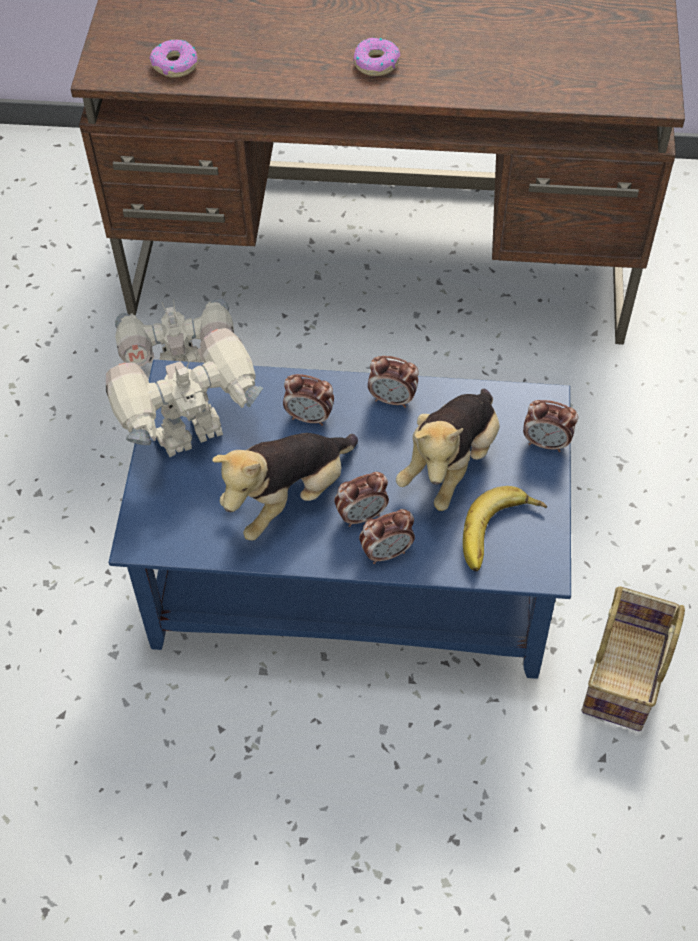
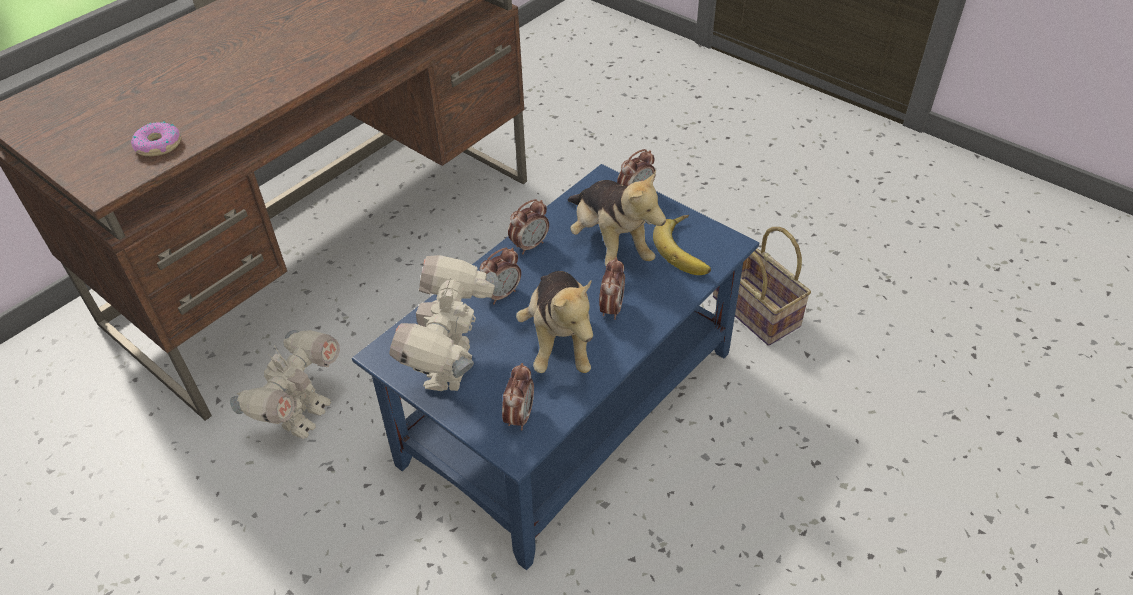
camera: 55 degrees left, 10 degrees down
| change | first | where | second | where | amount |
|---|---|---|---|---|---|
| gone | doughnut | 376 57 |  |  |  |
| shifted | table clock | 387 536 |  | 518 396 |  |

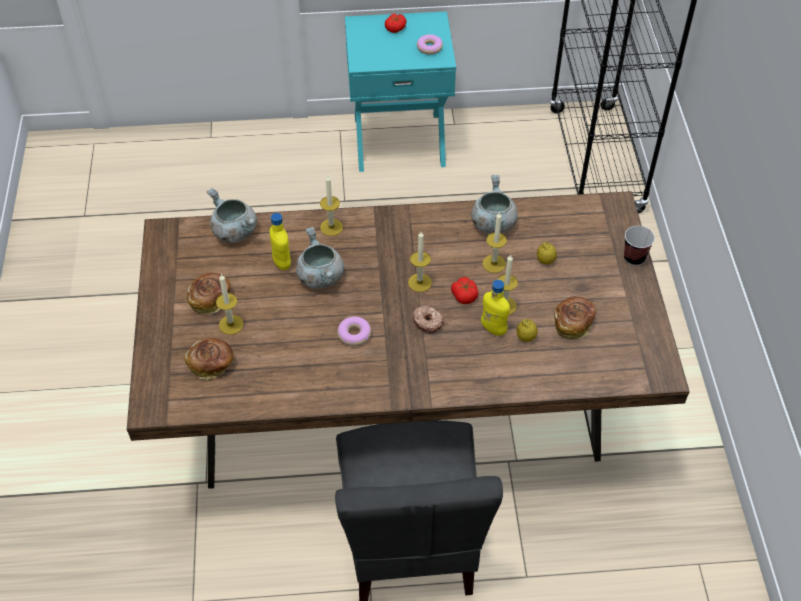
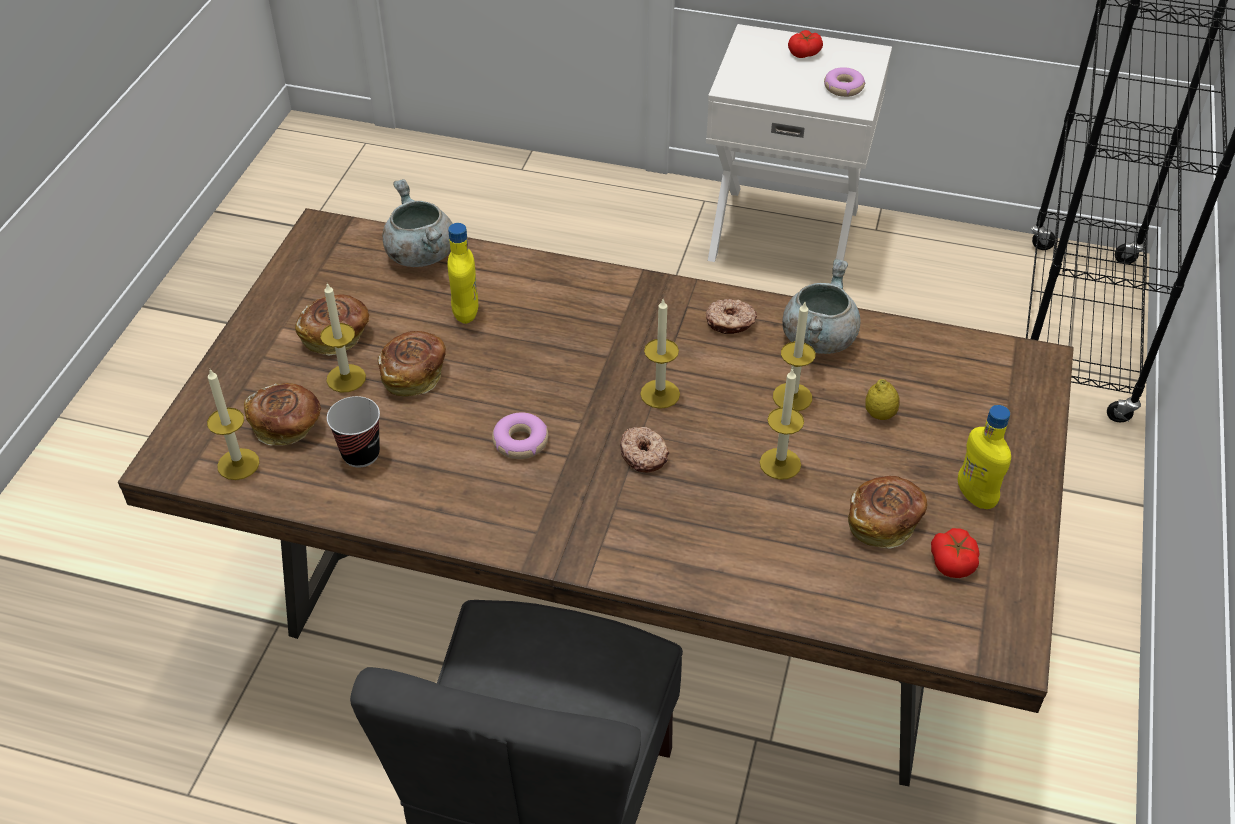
camera: 20 degrees right, 5 degrees down
| change | first | where | second | where | amount |
|---|---|---|---|---|---|
| gone | stockpot/greyish | 320 258 |  |  |  |
| gone | citrus fruit | 527 330 |  |  |  |
| new |  |  | baked bread | 412 364 |  |
| new |  |  | doughnut | 731 316 |  |
| shifted | candle | 331 205 |  | 233 424 |  |
| shifted | fresh tomato | 464 290 |  | 955 553 |  |
| shifted | bottle/yellowish | 495 308 |  | 984 457 |  |
| shifted | drinking cup | 639 246 |  | 353 432 |  |
| repainted | night table/blue-green | 400 91 | night table/whitish | 799 151 |  |

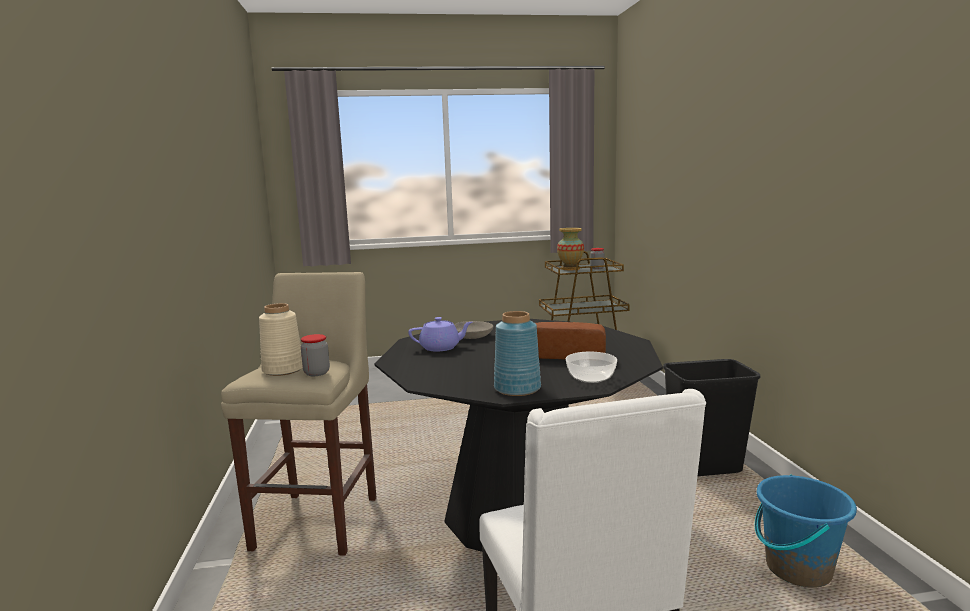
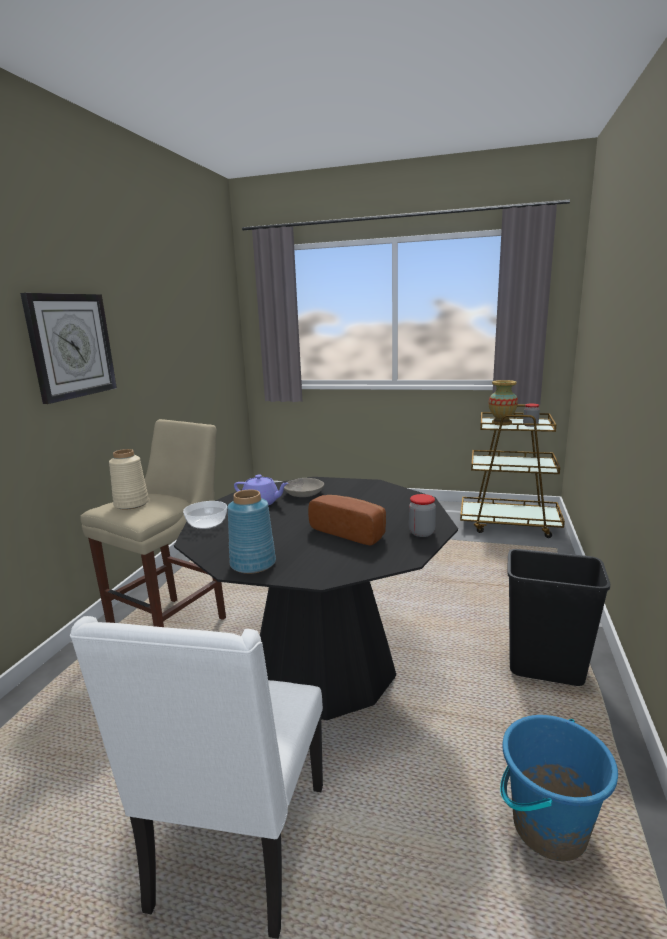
camera: 25 degrees right, 5 degrees up
| change | first | where | second | where | amount |
|---|---|---|---|---|---|
| new |  |  | clock on the wall | 68 348 |  |
| shifted | preserve jar | 315 355 |  | 422 515 |  |
| shifted | deep dish | 591 367 |  | 205 515 |  |

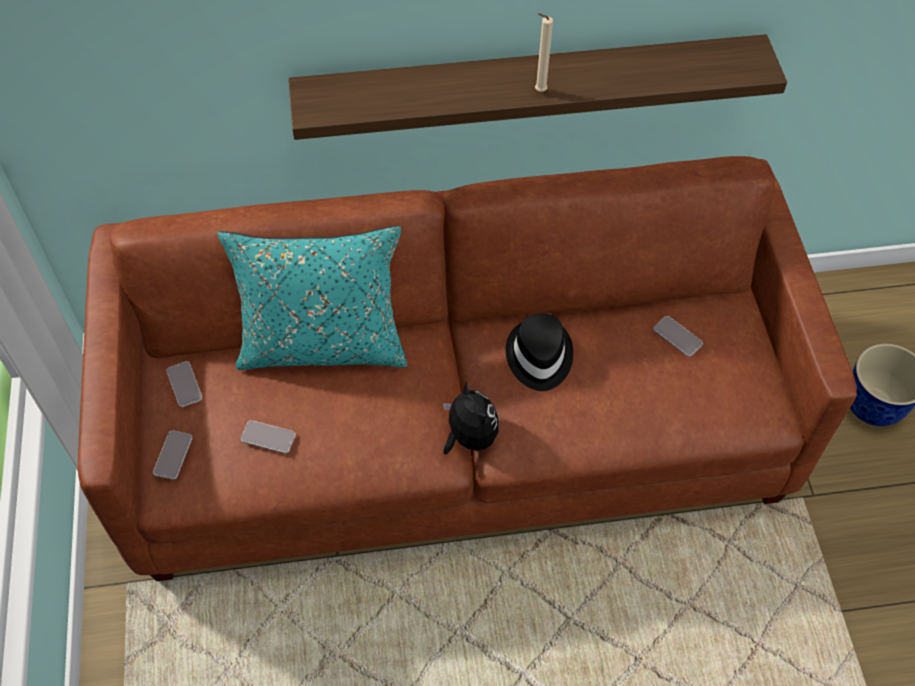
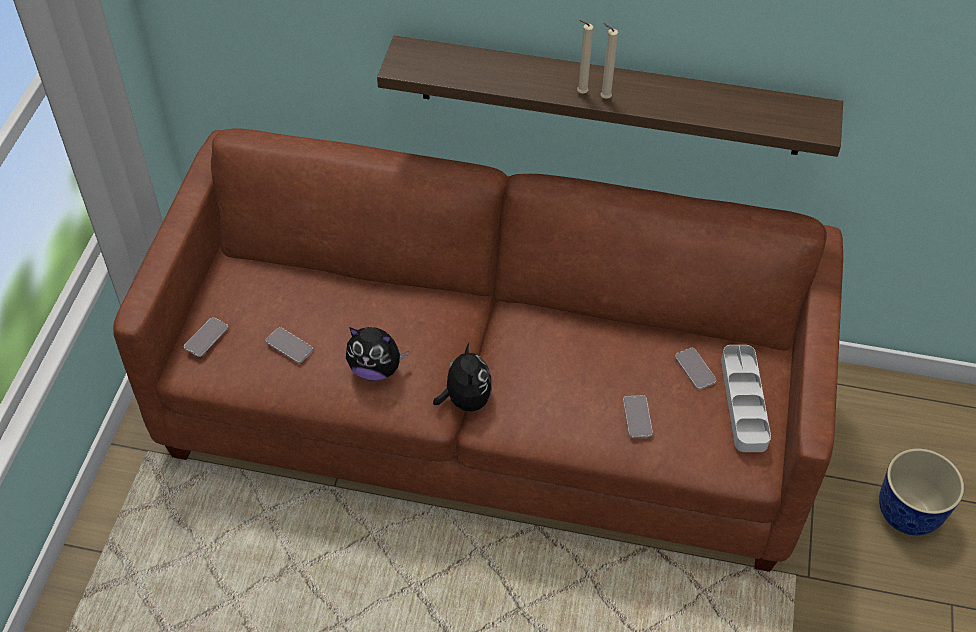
camera: 20 degrees right, 5 degrees down
| change | first | where | second | where | amount |
|---|---|---|---|---|---|
| gone | cushion/blue-green | 313 298 |  |  |  |
| gone | wearable hat/black-coloured | 539 352 |  |  |  |
| new |  |  | soft toy | 377 354 |  |
| new |  |  | candle/beige-coloured | 585 56 |  |
| new |  |  | carrying tray/greyish | 746 398 |  |
| shifted | phone | 184 384 |  | 638 416 |  |

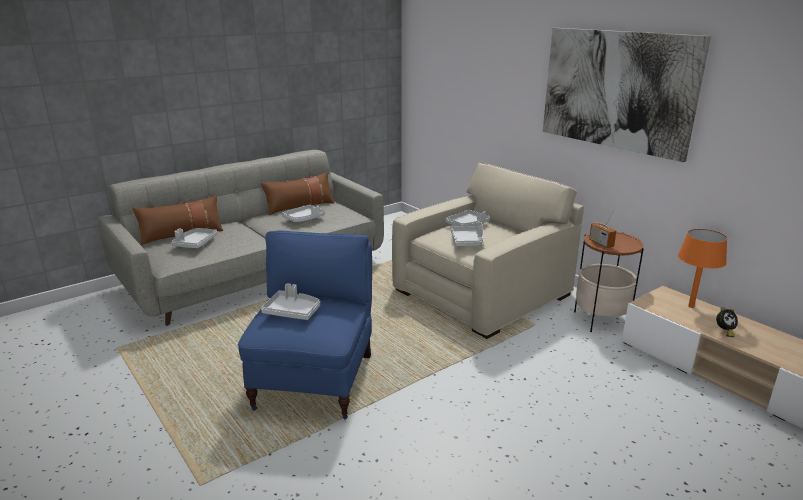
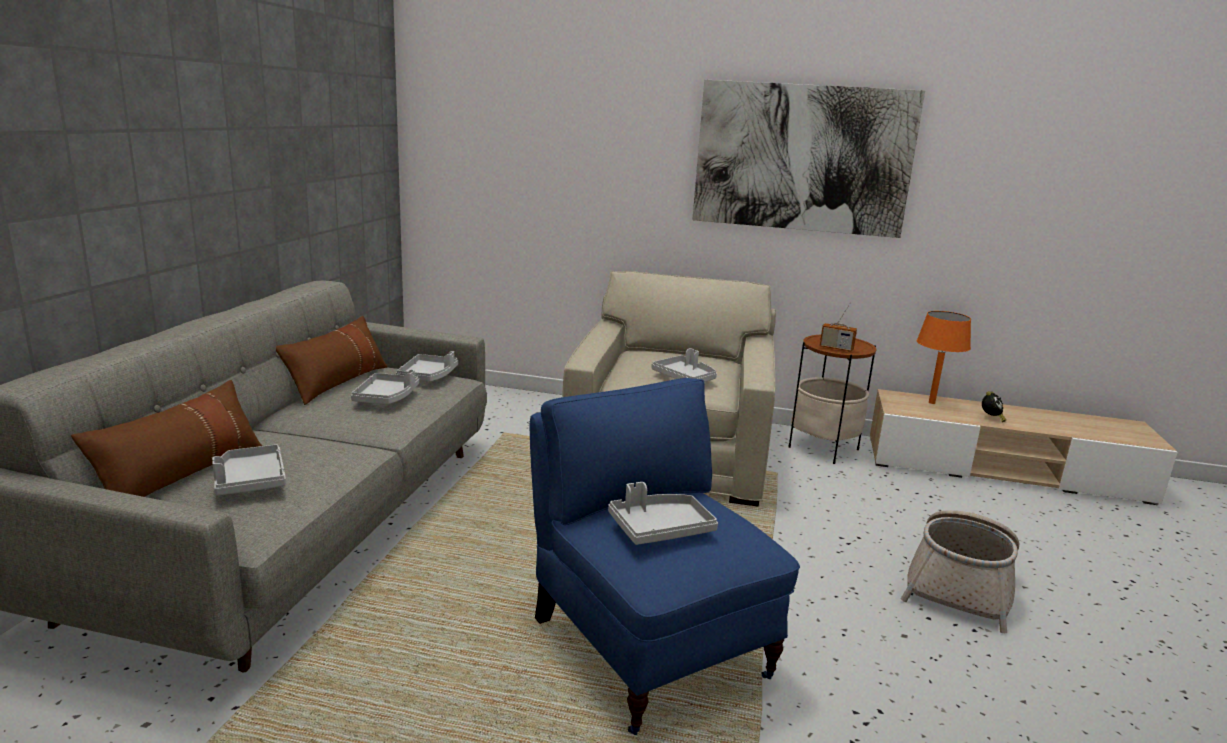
camera: 40 degrees left, 5 degrees down
| change | first | where | second | where | amount |
|---|---|---|---|---|---|
| new |  |  | basket | 960 571 |  |
| shifted | carrying tray/greyish | 467 218 |  | 427 366 |  |

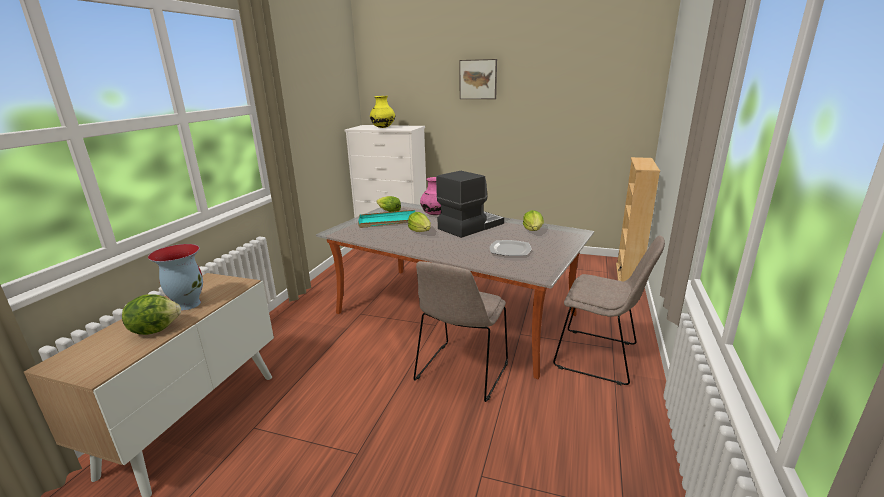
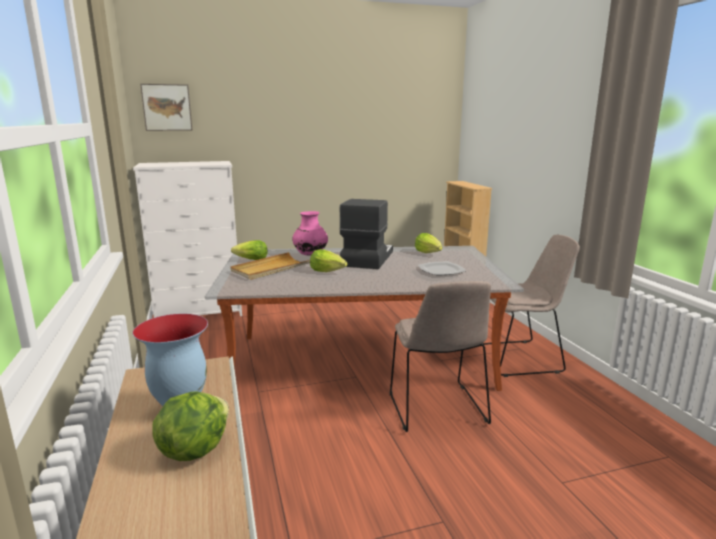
camera: 35 degrees left, 5 degrees down
| change | first | where | second | where | amount |
|---|---|---|---|---|---|
| gone | flower vase/yellowish | 382 112 |  |  |  |
| shifted | wall picture | 478 79 |  | 166 107 |  |
| repainted | carrying tray/blue-green | 386 219 | carrying tray/beige-coloured | 270 266 |  |

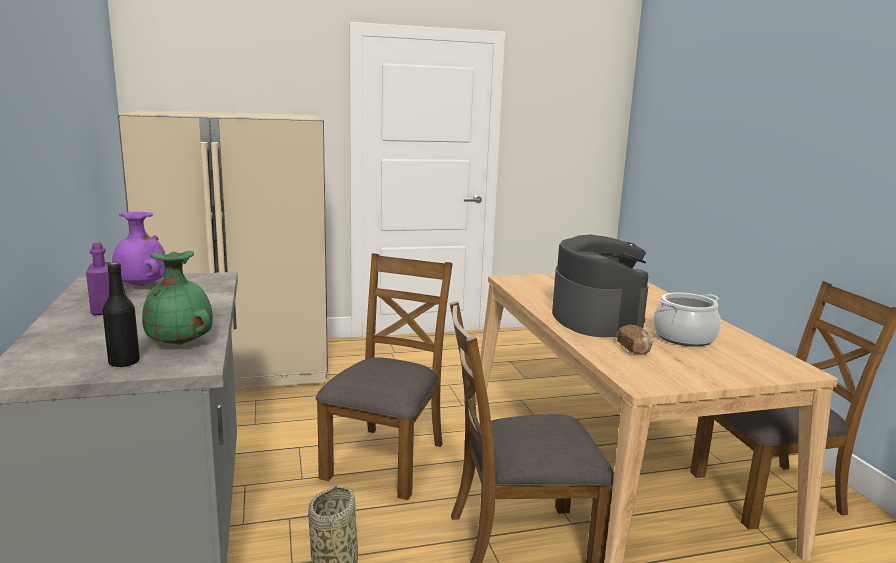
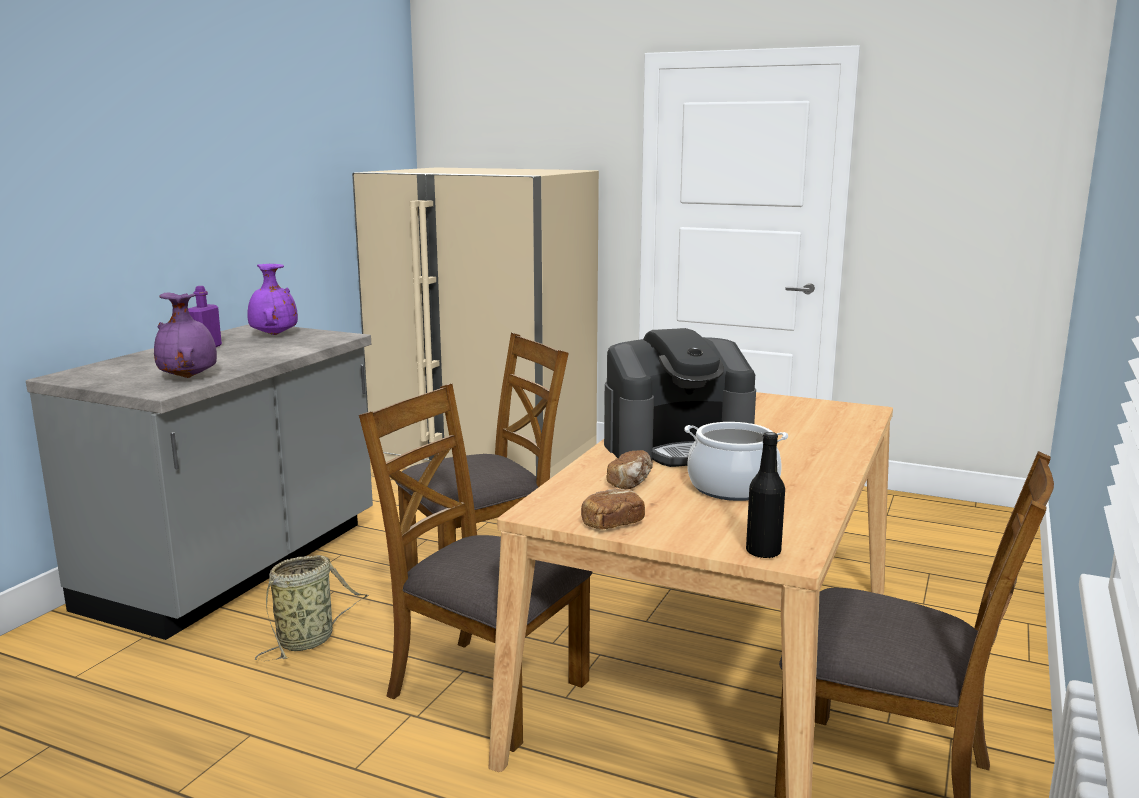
camera: 40 degrees right, 0 degrees up
| change | first | where | second | where | amount |
|---|---|---|---|---|---|
| new |  |  | baked bread | 613 509 |  |
| shifted | bottle/black-coloured | 121 315 |  | 765 495 |  |
| repainted | flower vase/green-coloured | 177 298 | flower vase/purplish | 185 335 |  |
| rotated | coffee maker | 600 286 |  | 680 397 | 45 degrees clockwise |

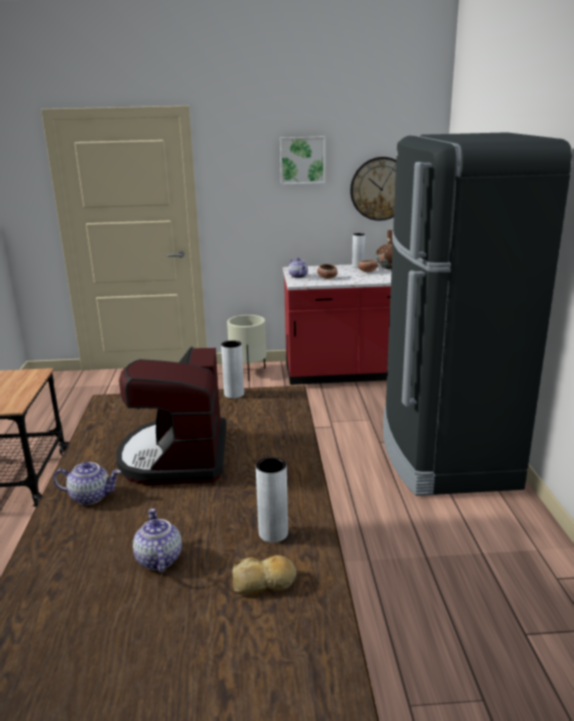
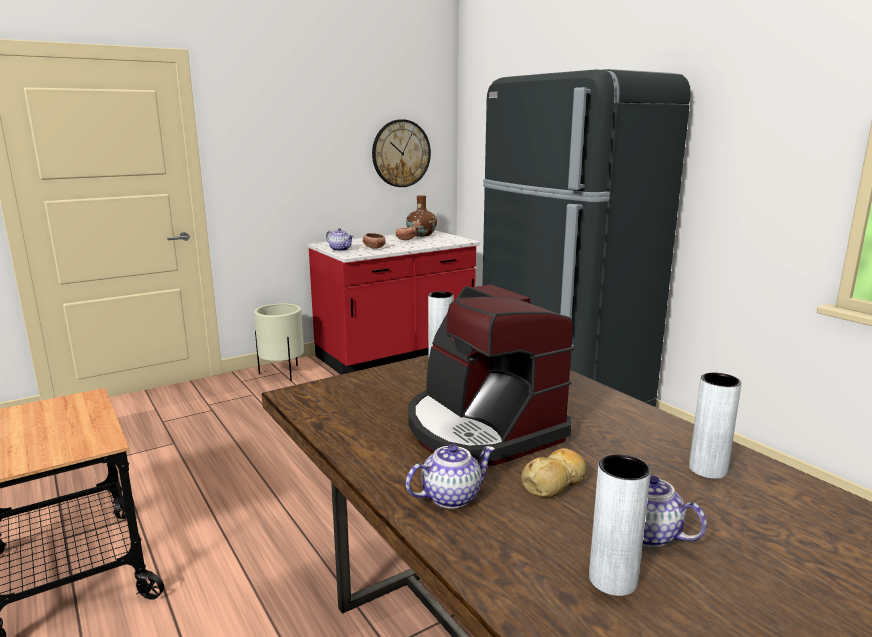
camera: 30 degrees left, 5 degrees down
| change | first | where | second | where | amount |
|---|---|---|---|---|---|
| gone | wall picture | 302 161 |  |  |  |
| shifted | baked bread | 264 575 |  | 554 473 |  |
| shifted | flower vase/greyish | 358 250 |  | 620 525 |  |

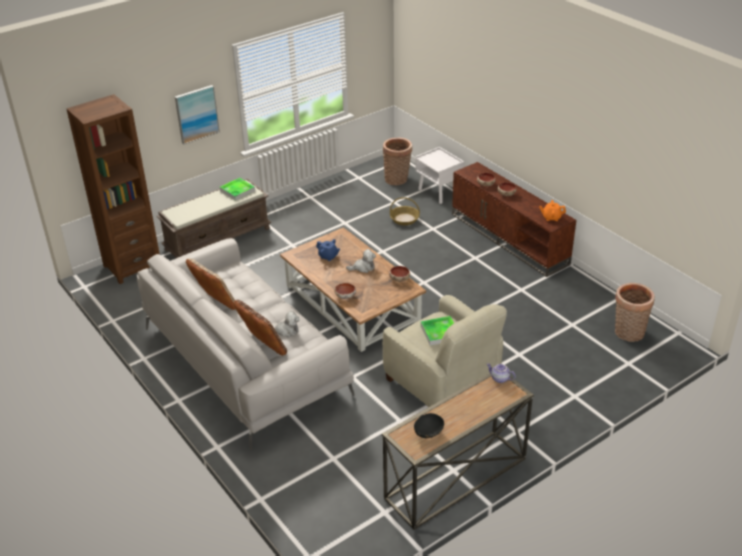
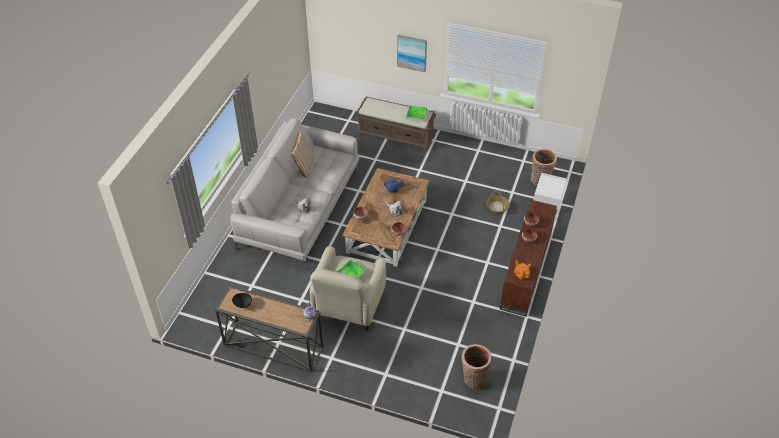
camera: 55 degrees right, 10 degrees up
| change | first | where | second | where | amount |
|---|---|---|---|---|---|
| gone | bookcase/brown | 113 189 |  |  |  |
| gone | cushion/brown | 260 327 |  |  |  |

